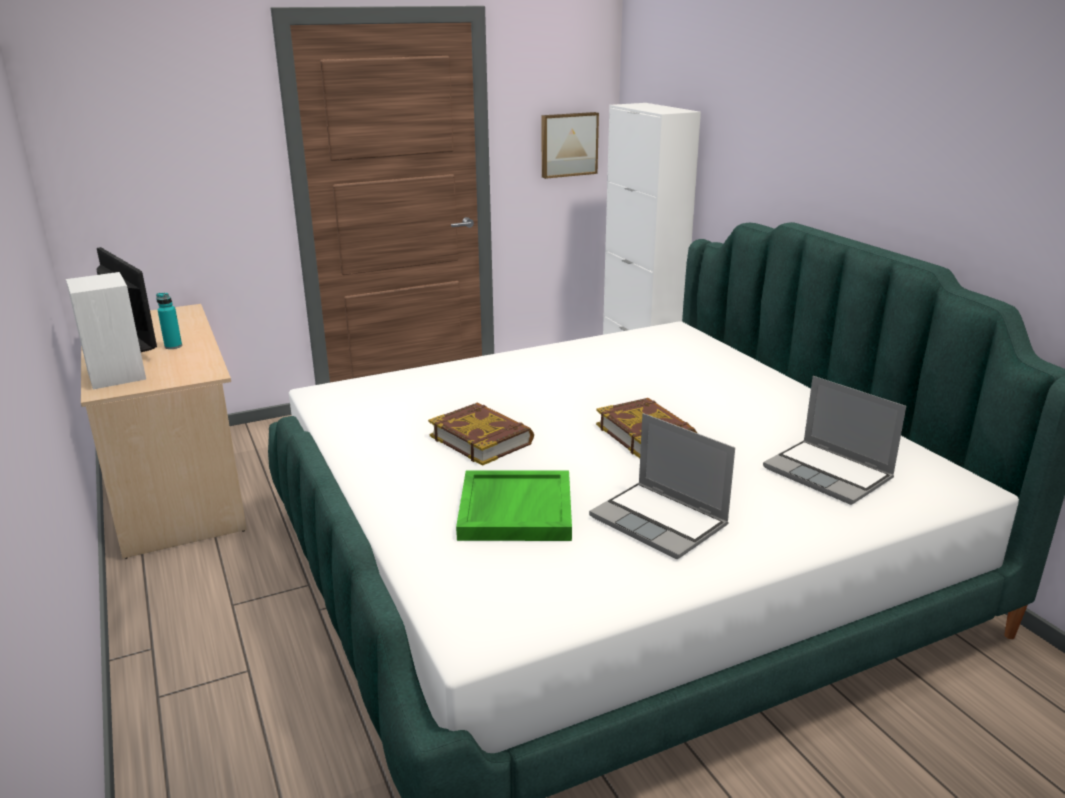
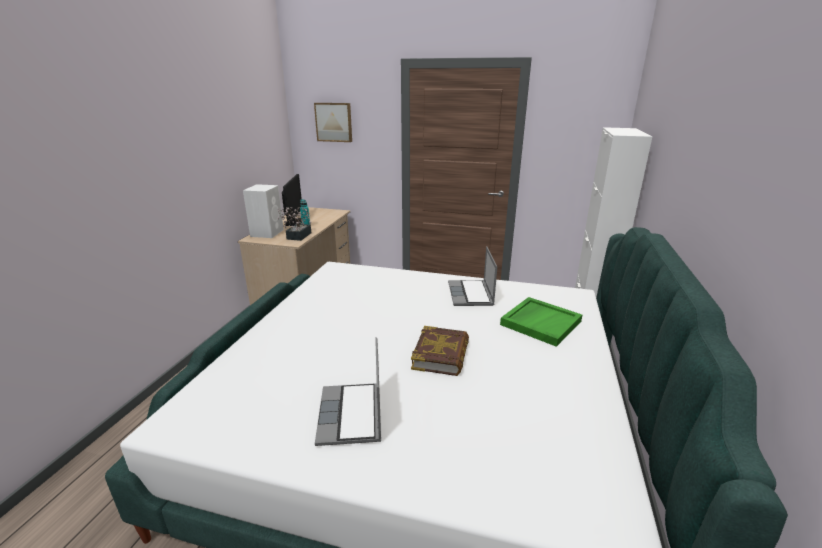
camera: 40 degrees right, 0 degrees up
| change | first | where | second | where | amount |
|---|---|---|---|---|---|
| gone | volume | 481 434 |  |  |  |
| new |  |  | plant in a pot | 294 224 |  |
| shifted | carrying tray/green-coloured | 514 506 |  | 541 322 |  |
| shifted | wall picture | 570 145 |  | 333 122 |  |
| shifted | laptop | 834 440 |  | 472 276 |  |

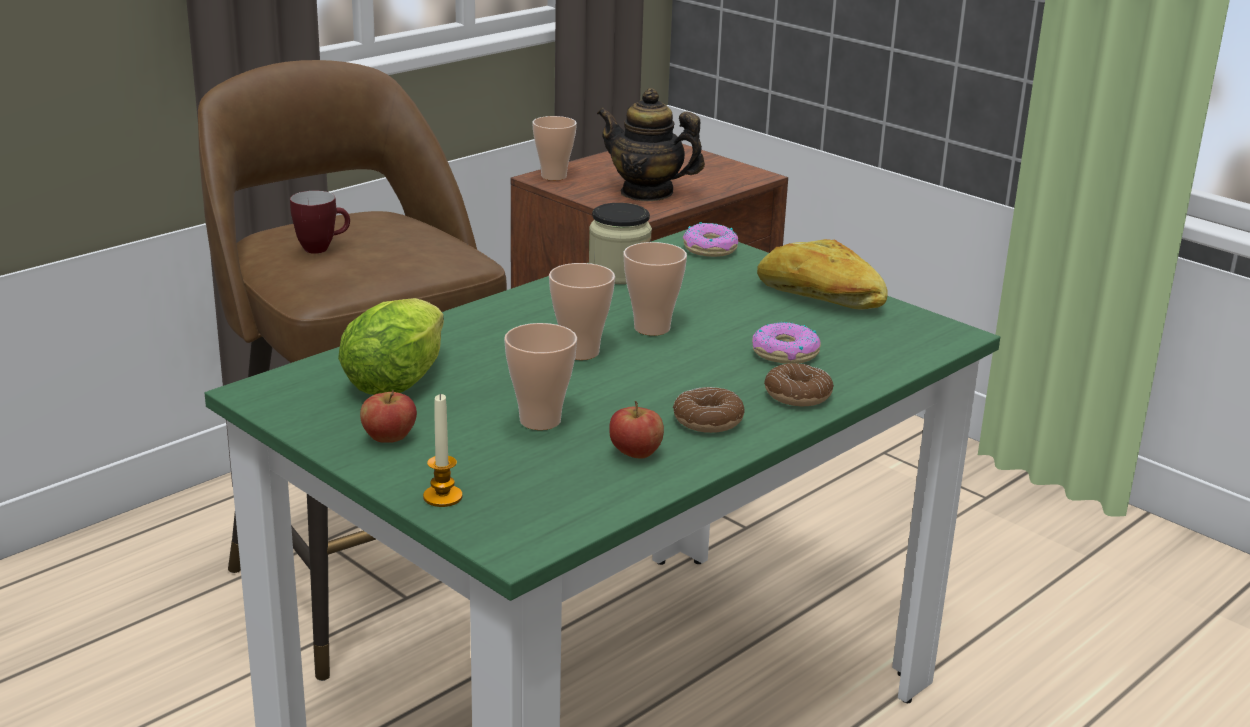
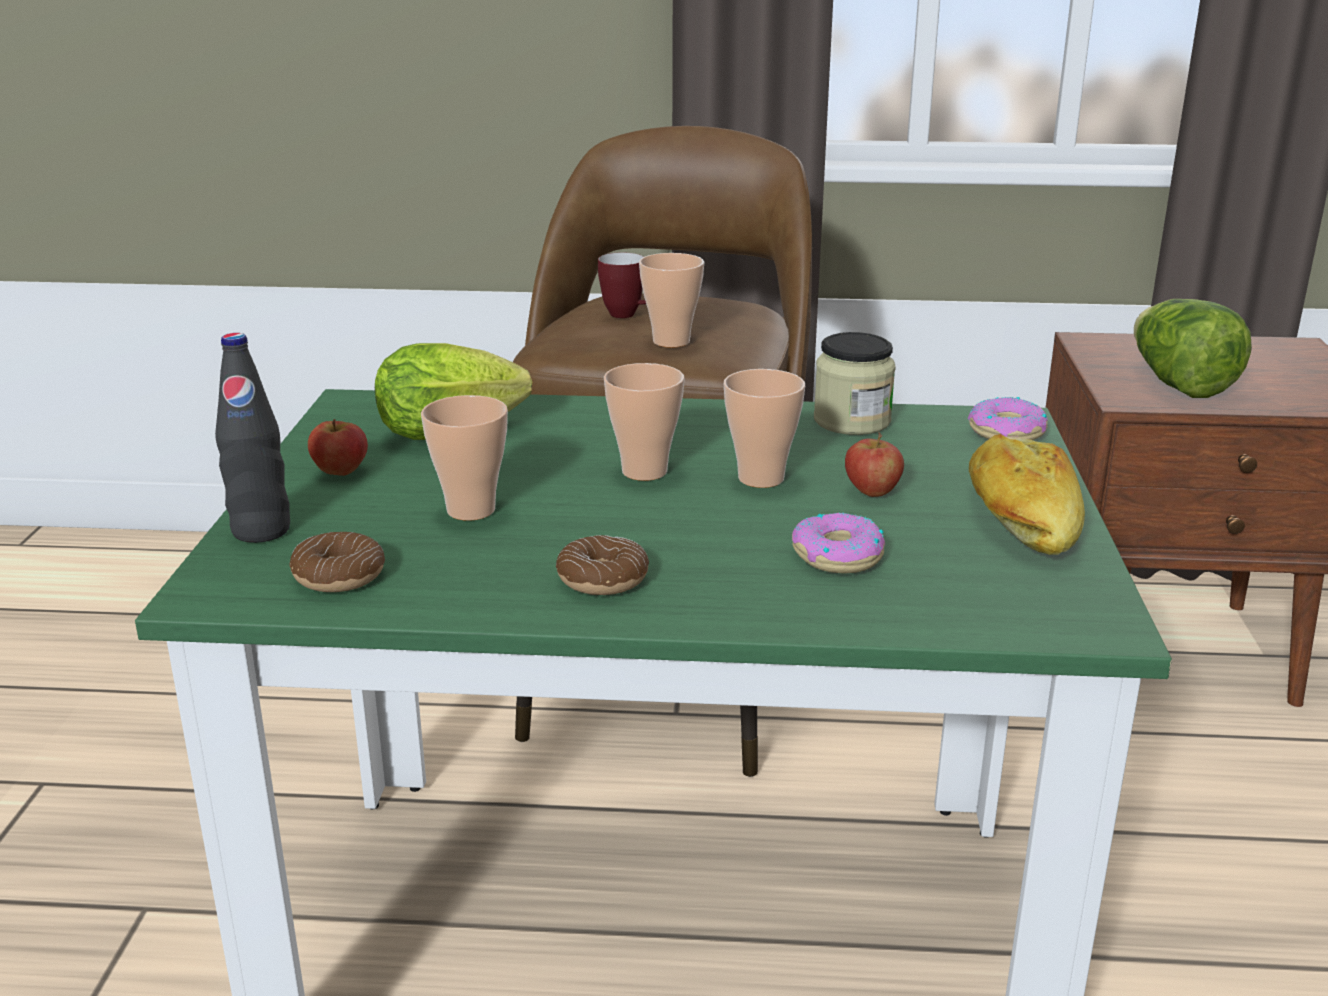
camera: 50 degrees right, 0 degrees up
| change | first | where | second | where | amount |
|---|---|---|---|---|---|
| shifted | drinking cup | 554 148 |  | 671 300 |  |
| shifted | apple | 636 430 |  | 874 464 |  |
| shifted | doughnut | 799 385 |  | 337 562 |  |
| swapped | candle | 442 450 | bottle/black-coloured | 252 438 |  |
| swapped | pot for tea | 651 144 | lettuce | 1193 348 |  |

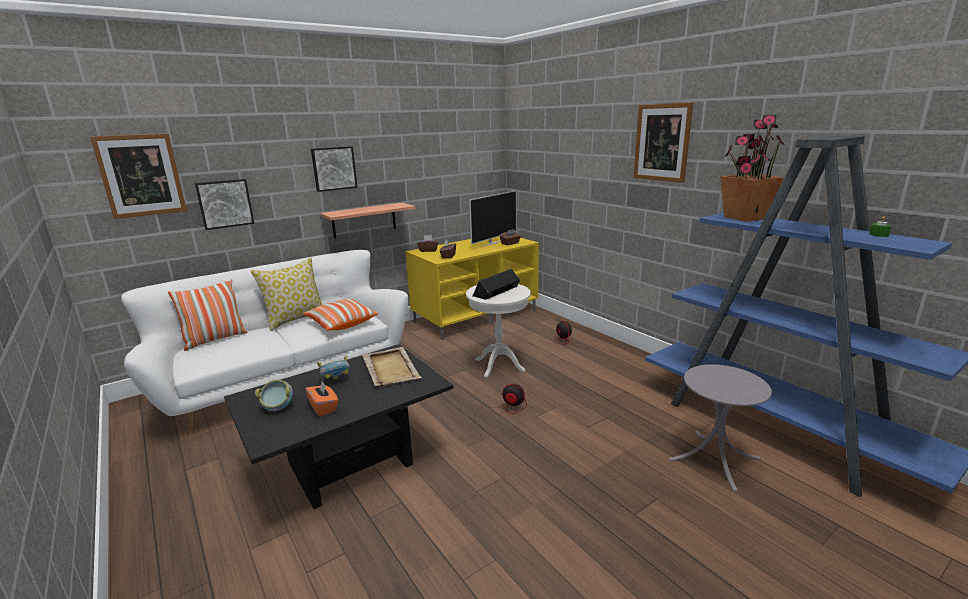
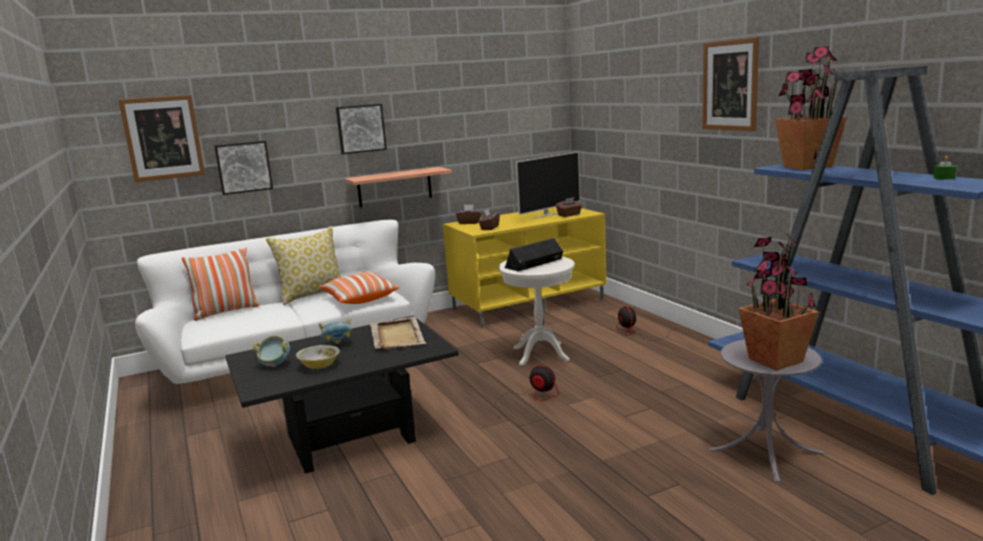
camera: 10 degrees right, 5 degrees down
| change | first | where | second | where | amount |
|---|---|---|---|---|---|
| new |  |  | plant in a pot | 778 302 |  |
| swapped | tissue holder/orange-coloured | 321 399 | deep dish | 318 357 |  |

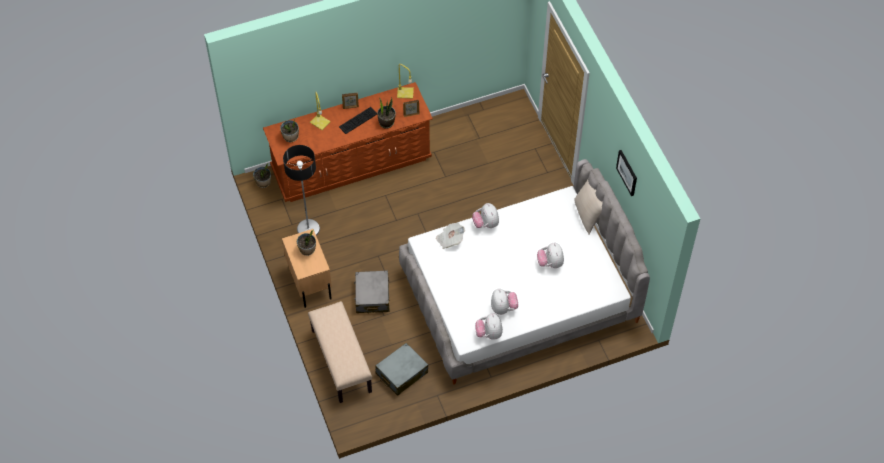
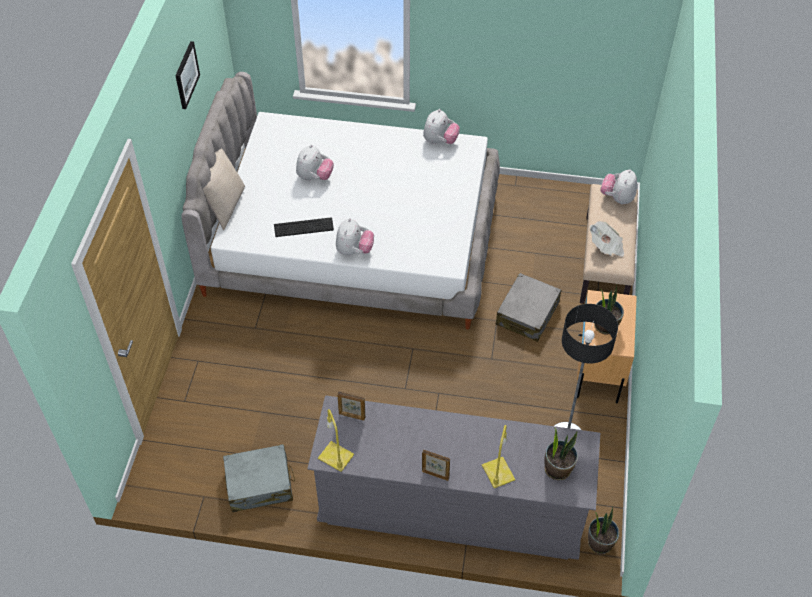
camera: 150 degrees left, 5 degrees down
| change | first | where | second | where | amount |
|---|---|---|---|---|---|
| gone | plant in a pot | 386 113 |  |  |  |
| shifted | PC keyboard | 358 120 |  | 304 227 |  |
| shifted | piece of luggage/greyish | 401 369 |  | 259 478 |  |
| shifted | newspaper | 450 235 |  | 606 239 |  |
| shifted | soft toy | 504 301 |  | 618 186 |  |
| repainted | drawer chest/brown | 348 142 | drawer chest/greyish | 453 478 |  |

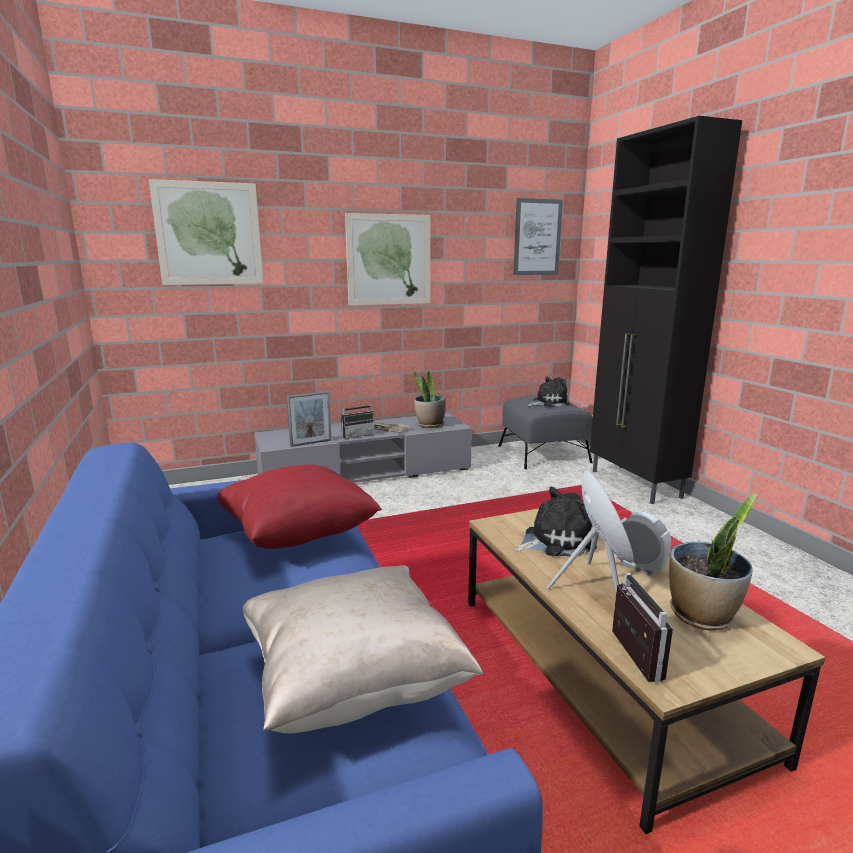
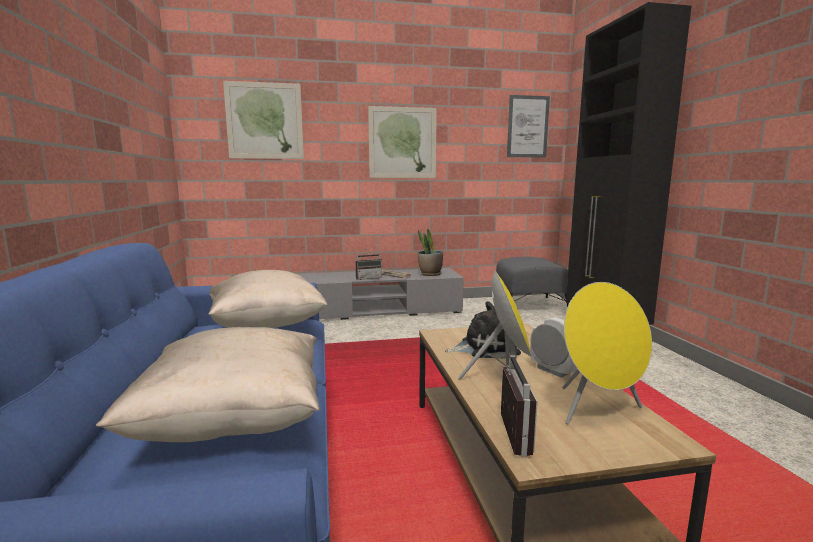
camera: 10 degrees right, 5 degrees down
| change | first | where | second | where | amount |
|---|---|---|---|---|---|
| gone | standing frame | 309 419 |  |  |  |
| gone | soft toy | 548 391 |  |  |  |
| swapped | plant in a pot | 713 562 | audio speaker/yellowish | 607 353 |  |
| repainted | cushion/reddish | 299 506 | cushion/beige-coloured | 268 299 |  |

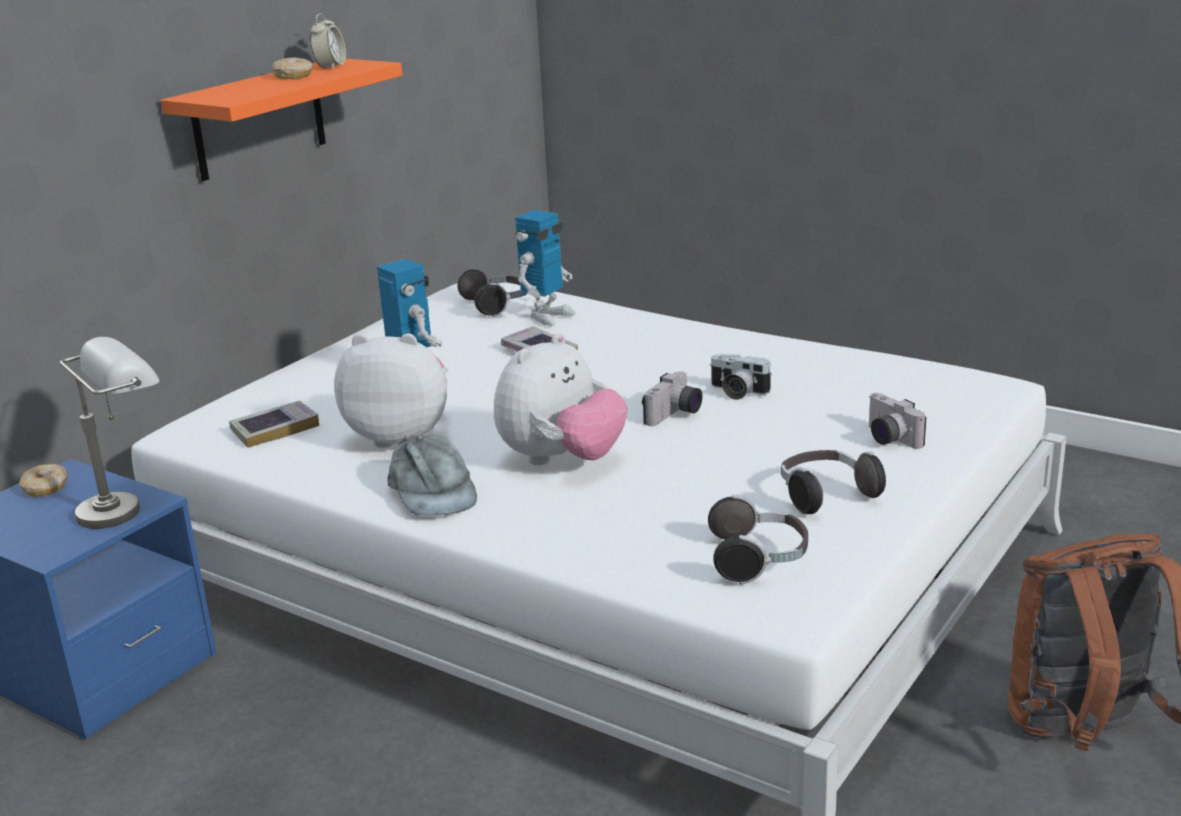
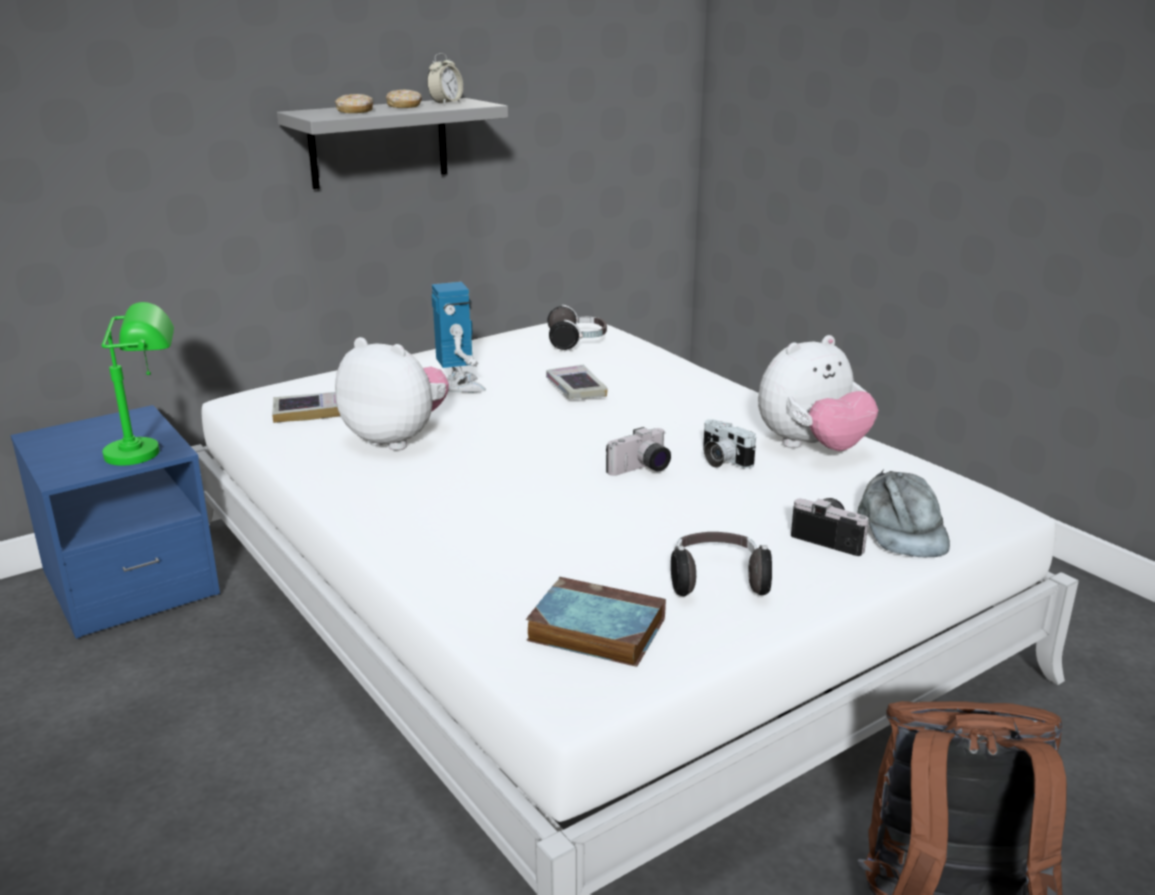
camera: 20 degrees right, 0 degrees up
| change | first | where | second | where | amount |
|---|---|---|---|---|---|
| gone | toy robot | 545 268 |  |  |  |
| shifted | doughnut | 43 480 |  | 354 103 |  |
| shifted | peaked cap/greyish | 432 475 |  | 903 513 |  |
| shifted | soft toy | 560 399 |  | 818 393 |  |
| swapped | headset | 758 539 | volume | 596 622 |  |
| repainted | table lamp/greyish | 110 433 | table lamp/green-coloured | 138 384 |  |
| repainted | wall shelf/orange-coloured | 282 120 | wall shelf/greyish | 392 143 |  |
| rotated | still camera | 898 421 |  | 830 527 | 135 degrees clockwise |

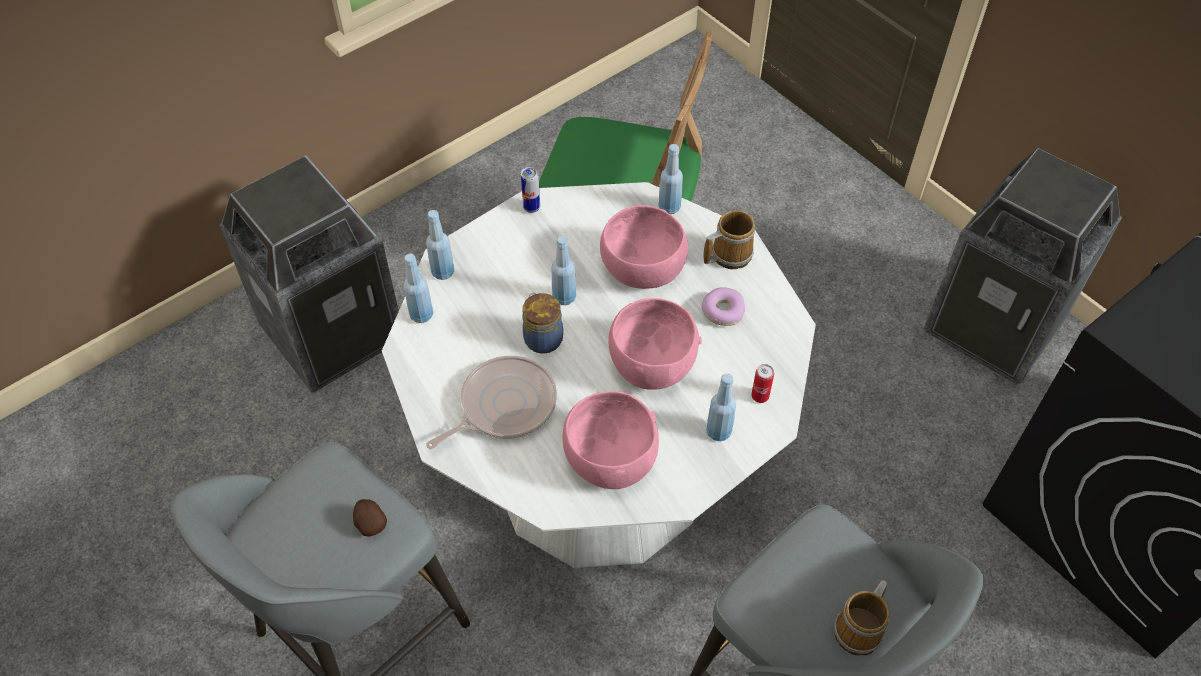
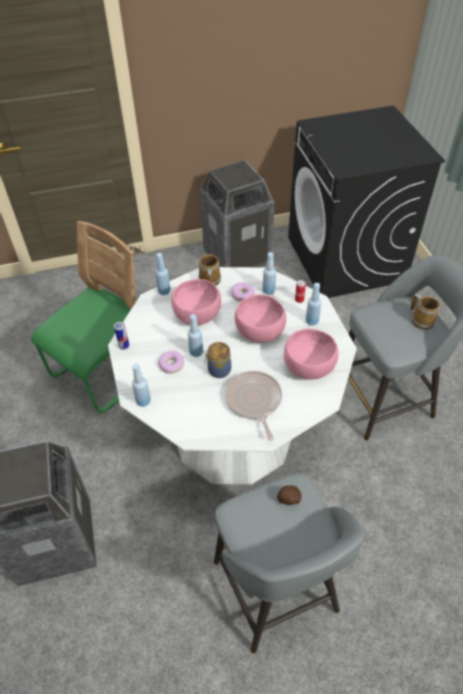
camera: 65 degrees left, 5 degrees down
| change | first | where | second | where | amount |
|---|---|---|---|---|---|
| new |  |  | doughnut | 171 362 |  |
| shifted | bottle/blue | 418 288 |  | 269 273 |  |

